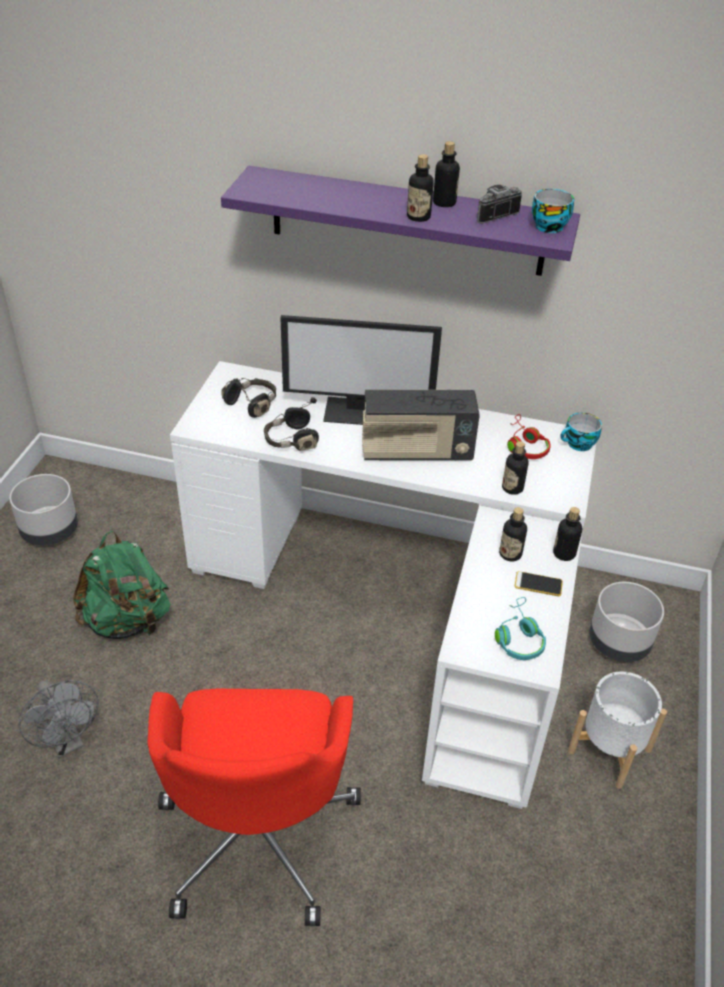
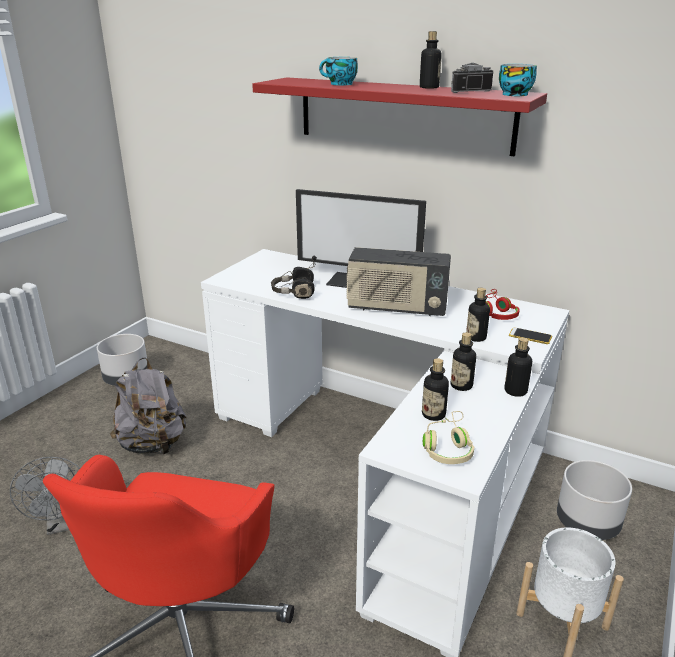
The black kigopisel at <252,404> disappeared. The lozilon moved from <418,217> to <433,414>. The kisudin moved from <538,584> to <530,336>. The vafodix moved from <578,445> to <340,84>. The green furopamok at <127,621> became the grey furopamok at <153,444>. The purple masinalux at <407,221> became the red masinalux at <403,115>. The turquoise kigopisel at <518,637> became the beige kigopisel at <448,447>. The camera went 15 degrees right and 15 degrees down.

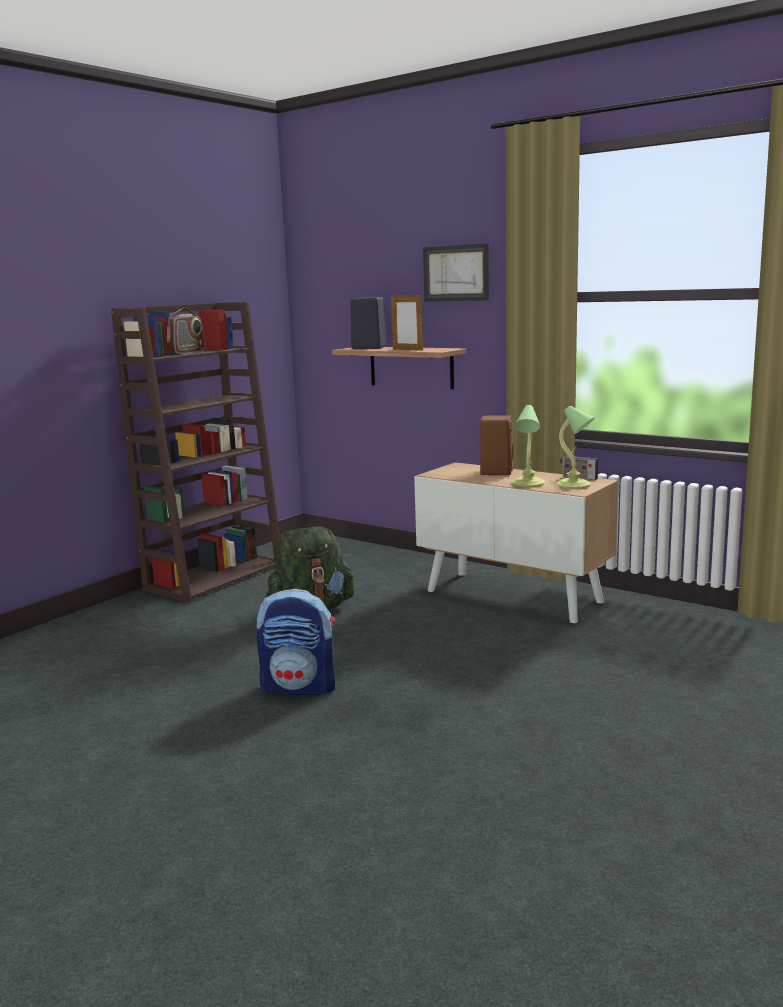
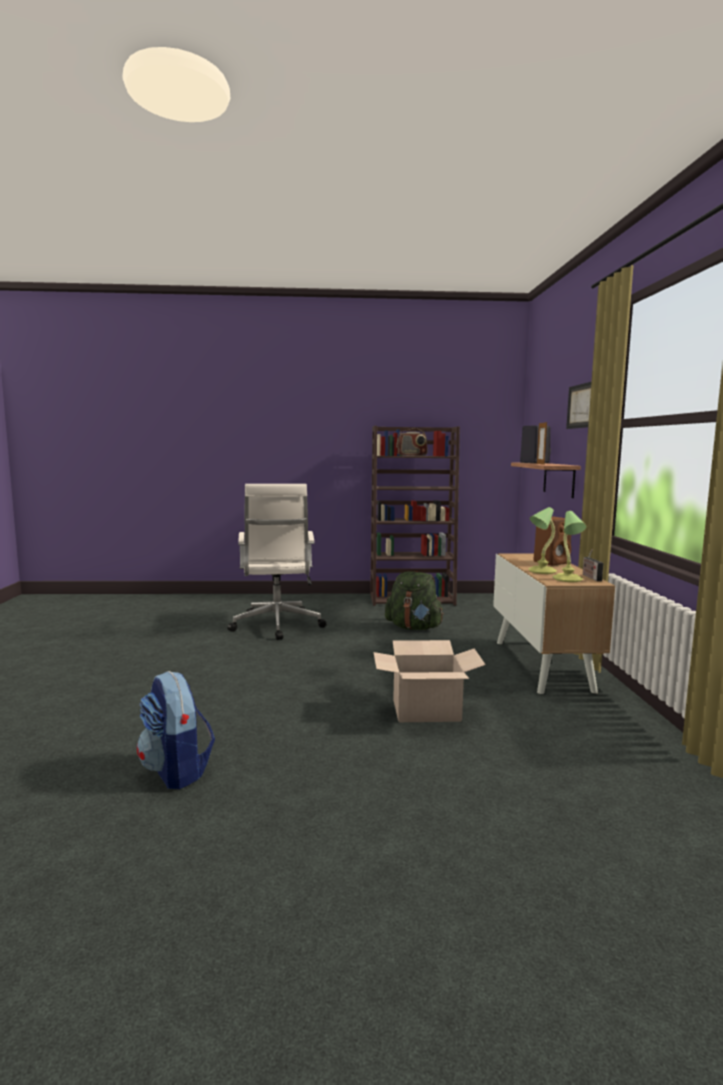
The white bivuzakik at <277,626> appeared. The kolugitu at <426,710> appeared. The furopamok moved from <300,687> to <176,771>. The camera went 50 degrees right and 5 degrees down.

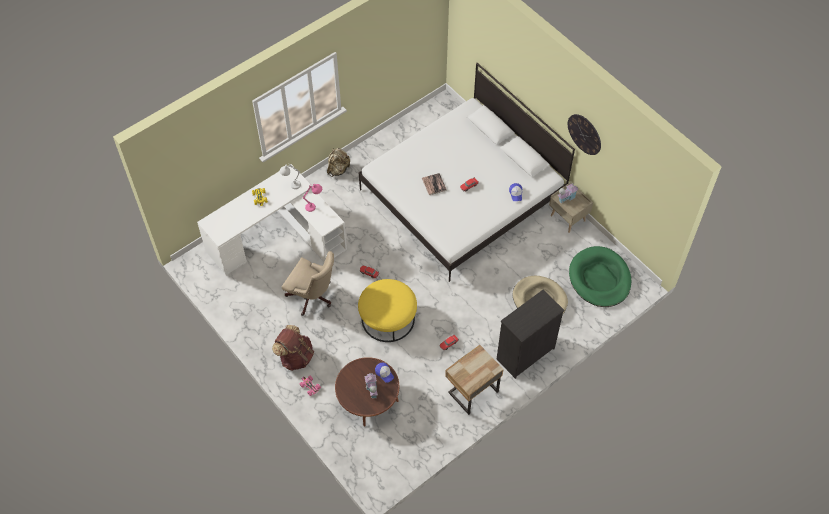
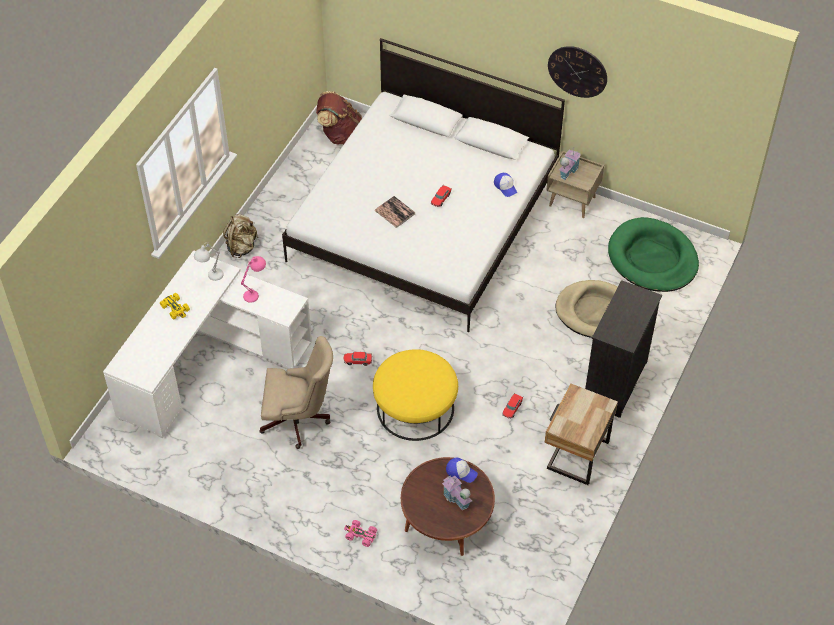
The brown furopamok moved from <295,357> to <339,134>. The camera went 25 degrees left and 5 degrees down.

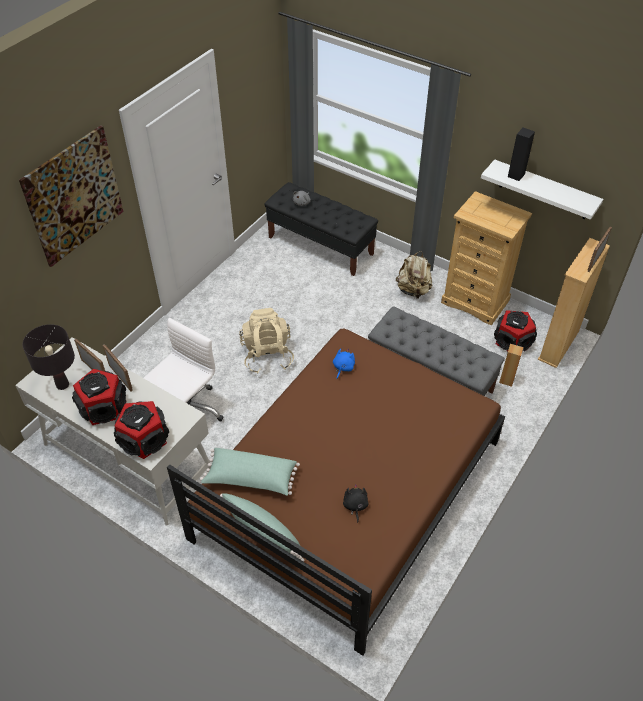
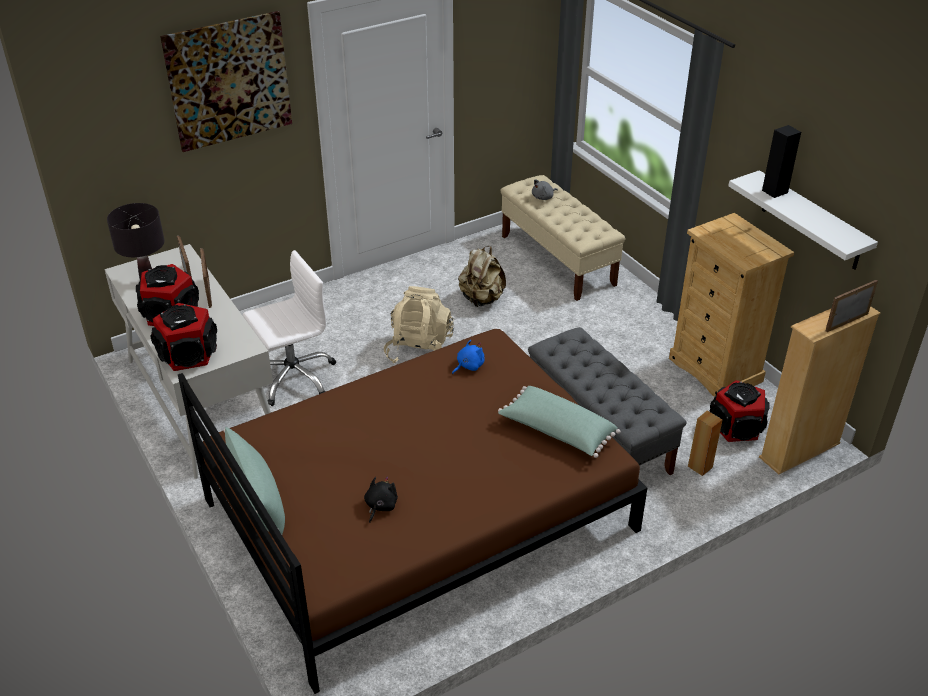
The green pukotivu moved from <250,478> to <557,432>. The beige furopamok moved from <413,290> to <481,299>. The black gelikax at <321,246> became the beige gelikax at <558,260>. The camera went 25 degrees right and 10 degrees down.

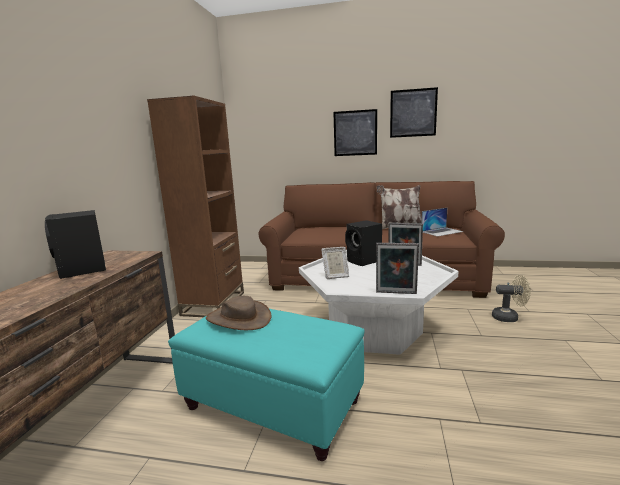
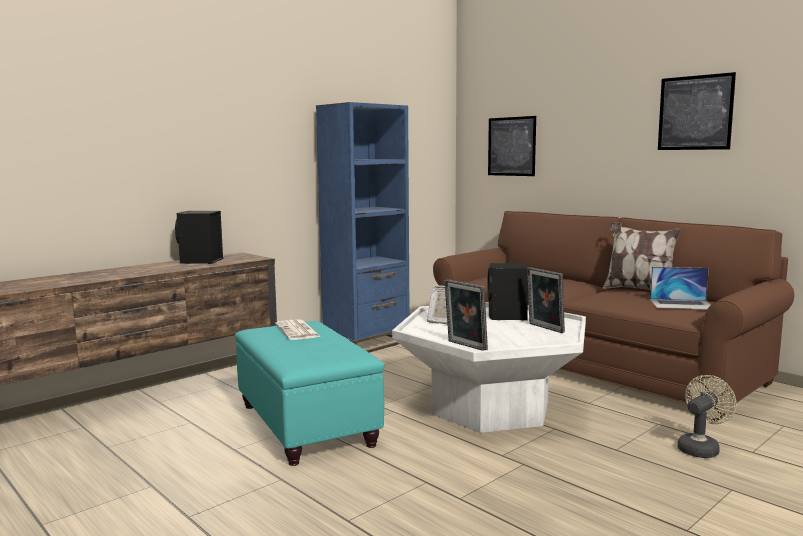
The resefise moved from <355,133> to <511,146>. The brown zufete at <239,318> was replaced by the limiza at <298,331>. The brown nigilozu at <214,303> became the blue nigilozu at <367,343>. The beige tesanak at <509,317> turned 90 degrees counterclockwise. The camera went 35 degrees right and 5 degrees down.

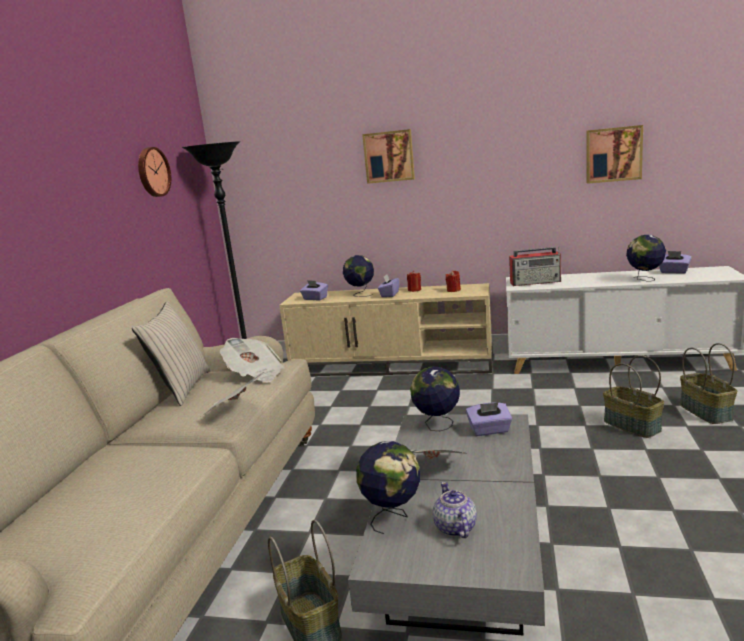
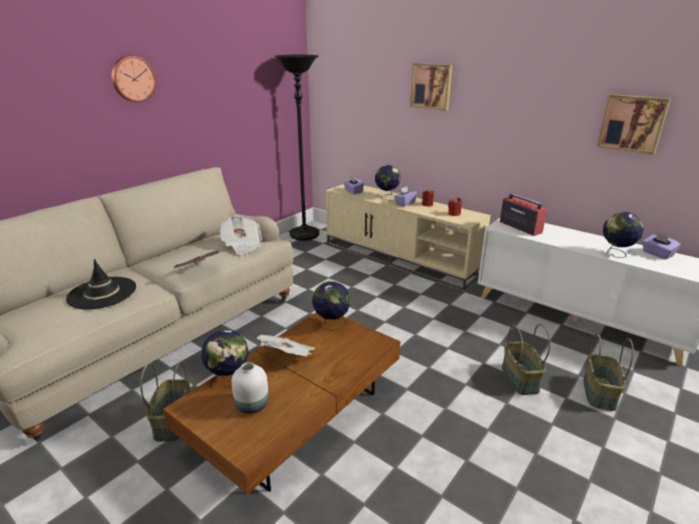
The beige pukotivu at <182,389> disappeared. The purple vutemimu at <489,430> disappeared. The black zufete at <102,293> appeared. The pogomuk moved from <152,172> to <133,79>. The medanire at <455,528> was replaced by the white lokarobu at <251,405>. The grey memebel at <459,548> became the brown memebel at <295,416>. The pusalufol at <536,282> turned 150 degrees counterclockwise. The camera went 25 degrees right and 10 degrees up.

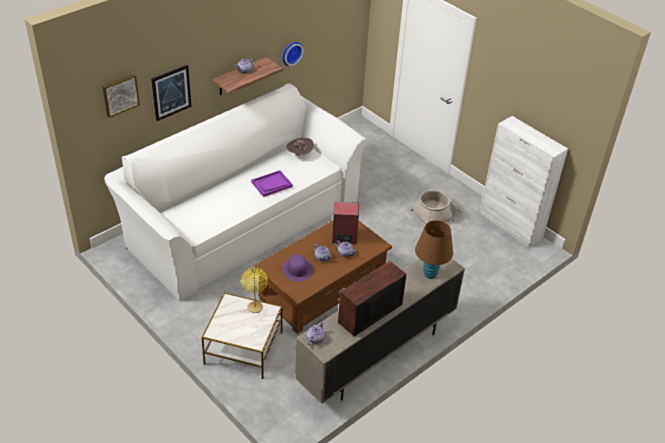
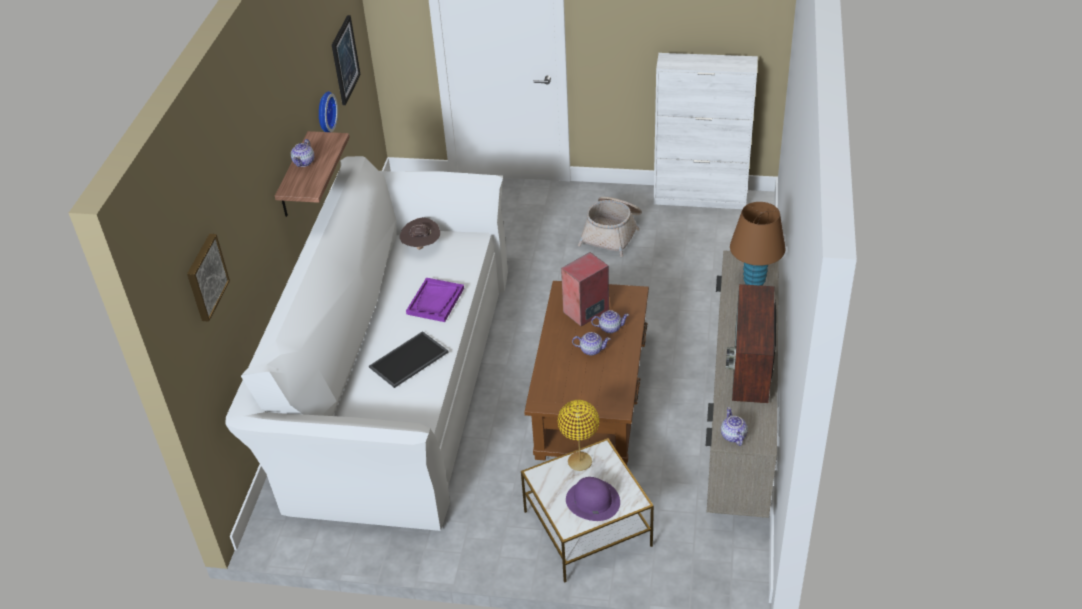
The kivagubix at <409,360> appeared. The resefise moved from <171,92> to <344,60>. The purple zufete moved from <297,269> to <592,501>. The camera went 35 degrees left and 0 degrees up.

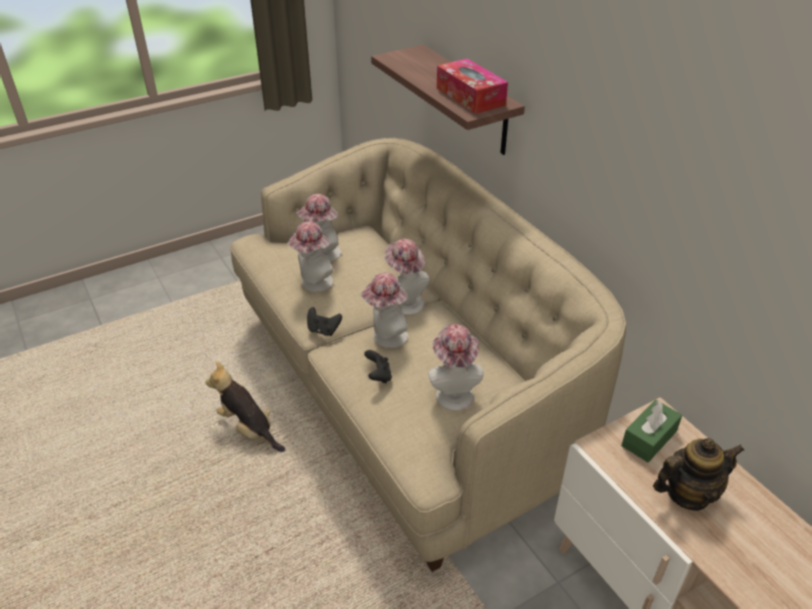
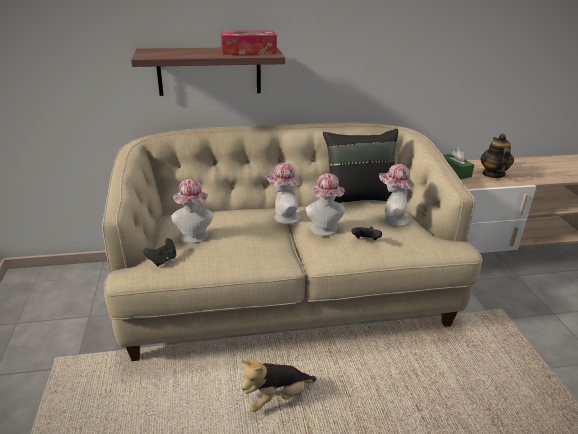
The zufete at <313,284> disappeared. The black pukotivu at <358,198> appeared. The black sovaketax moved from <323,330> to <163,260>. The camera went 70 degrees left and 10 degrees down.

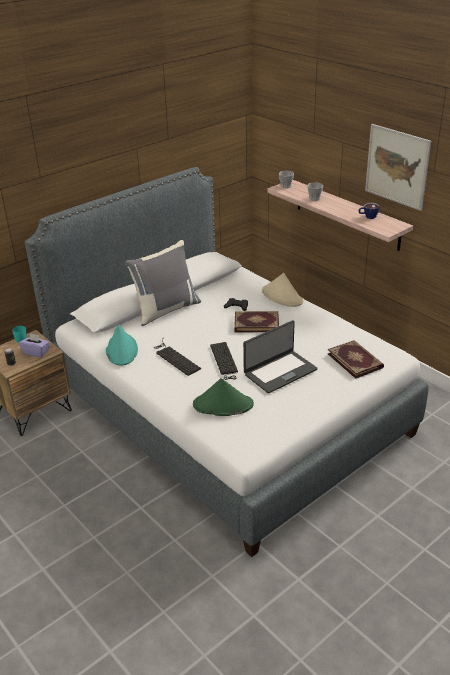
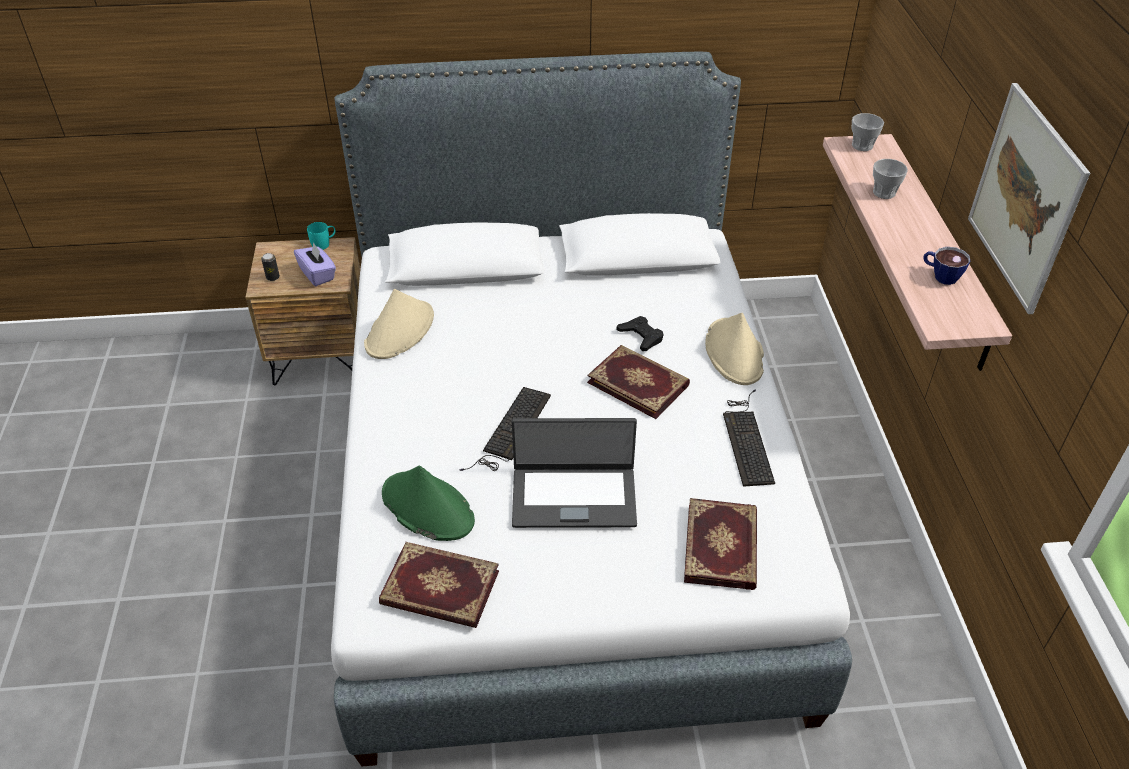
The grey pukotivu at <166,309> disappeared. The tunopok at <439,589> appeared. The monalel moved from <175,358> to <747,439>. The turquoise zufete at <121,350> became the beige zufete at <400,330>. The camera went 35 degrees right and 10 degrees up.

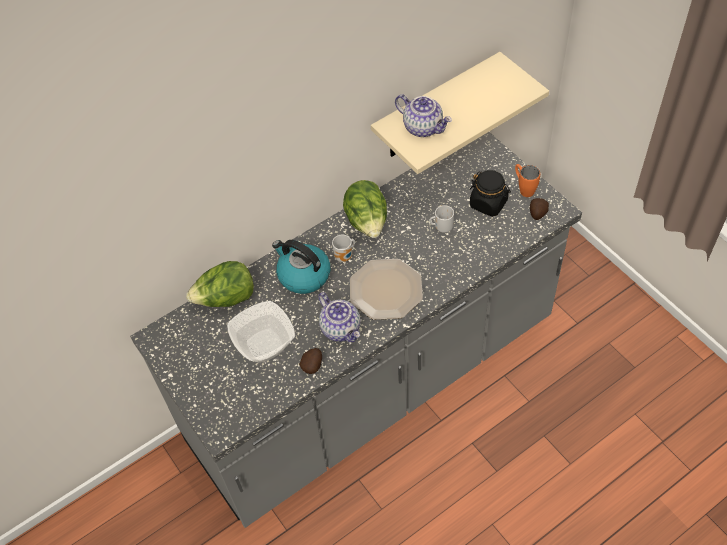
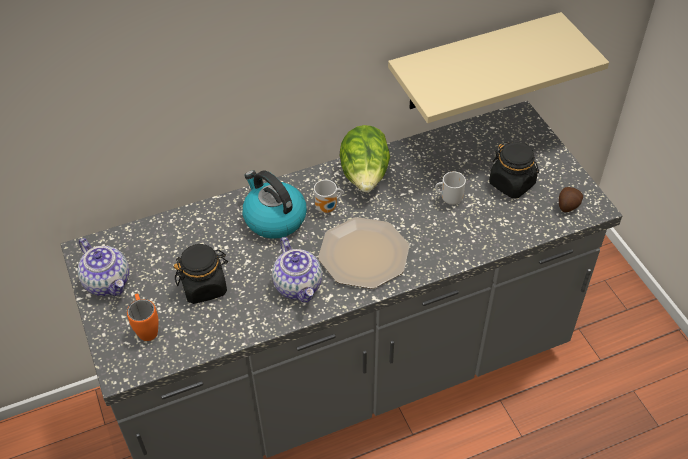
The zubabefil at <226,299> disappeared. The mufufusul at <313,365> disappeared. The medanire moved from <423,127> to <108,282>. The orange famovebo moved from <523,188> to <146,327>. The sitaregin at <264,346> was replaced by the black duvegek at <204,286>. The camera went 10 degrees right and 5 degrees down.

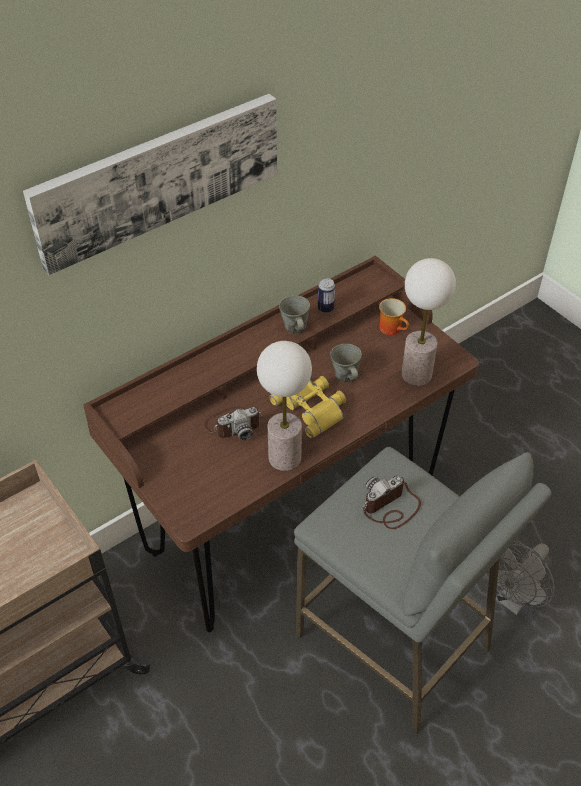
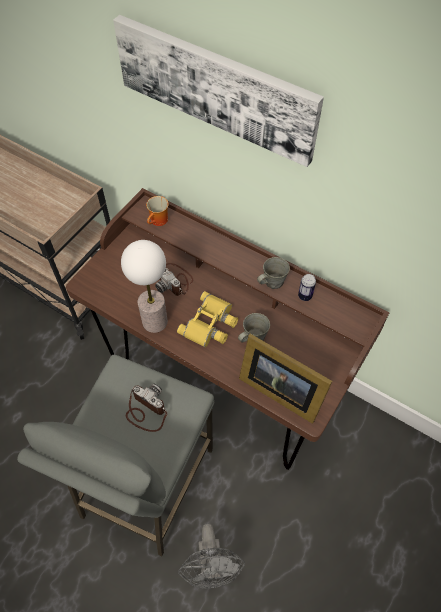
The famovebo moved from <393,328> to <159,221>. The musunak at <416,374> was replaced by the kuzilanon at <279,389>. The grey tesanak at <513,599> turned 120 degrees counterclockwise. The camera went 70 degrees right and 10 degrees up.

